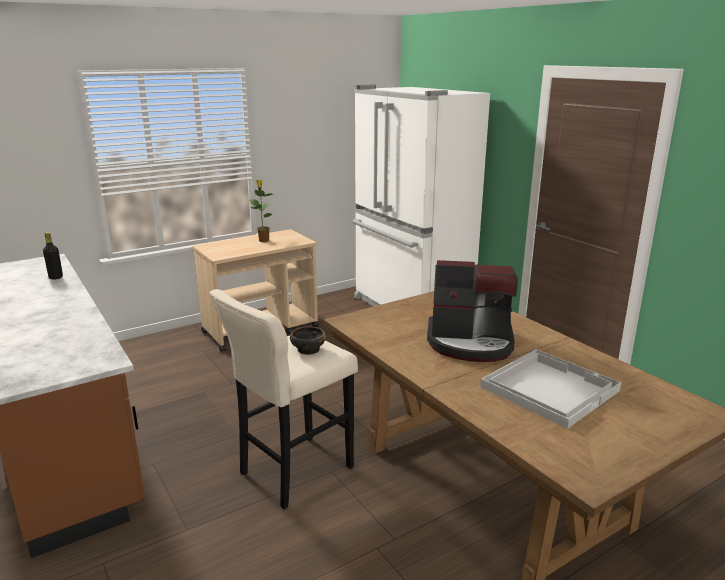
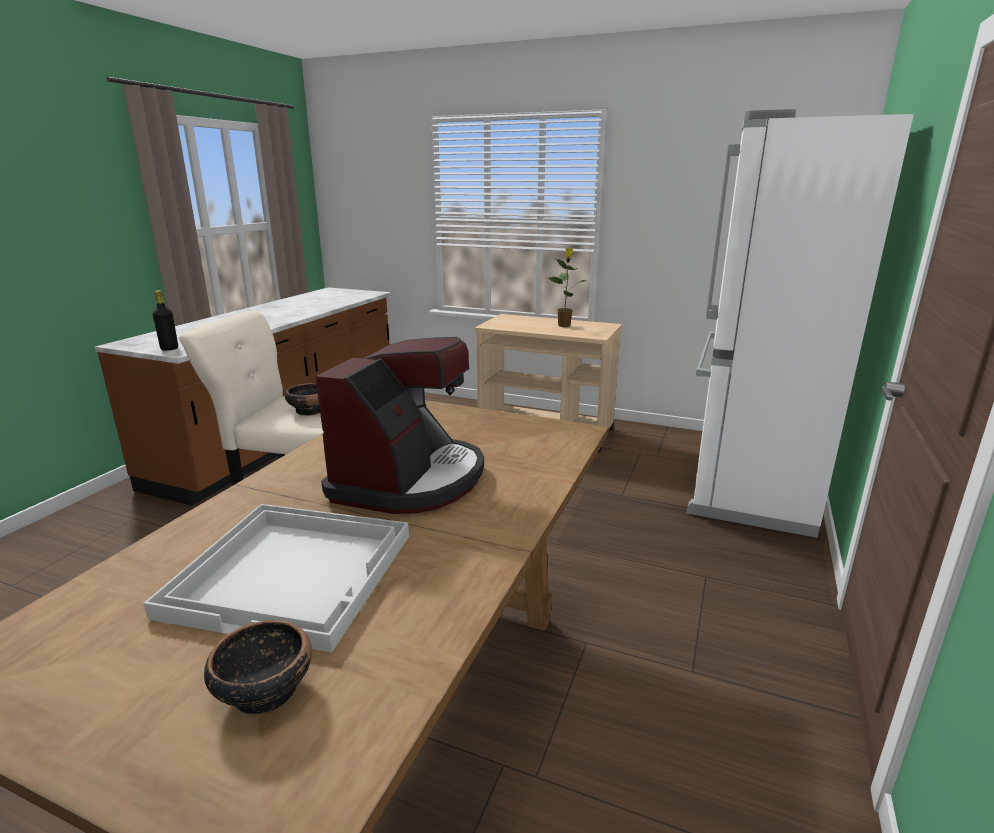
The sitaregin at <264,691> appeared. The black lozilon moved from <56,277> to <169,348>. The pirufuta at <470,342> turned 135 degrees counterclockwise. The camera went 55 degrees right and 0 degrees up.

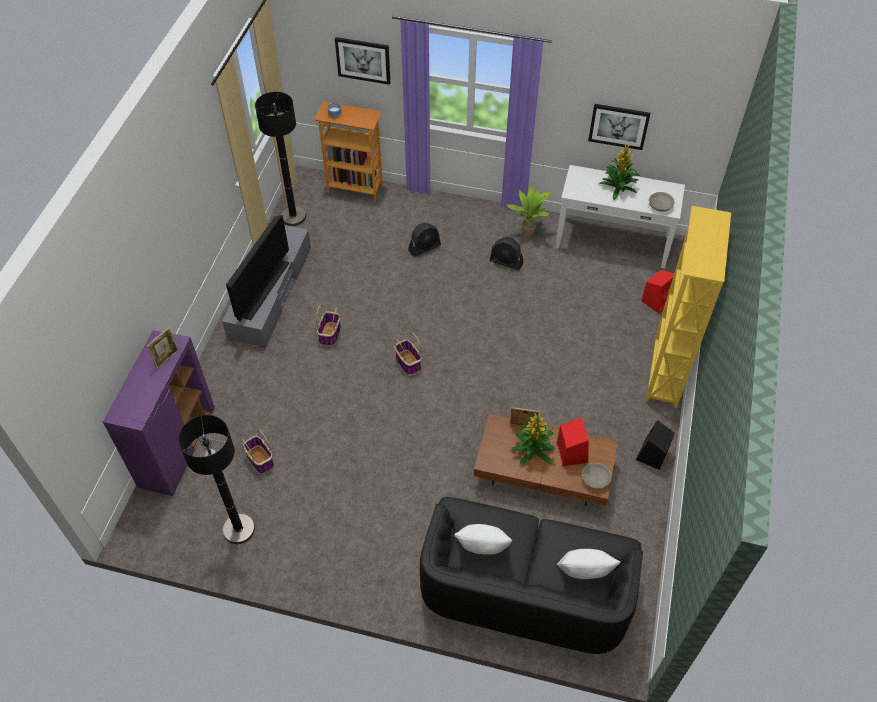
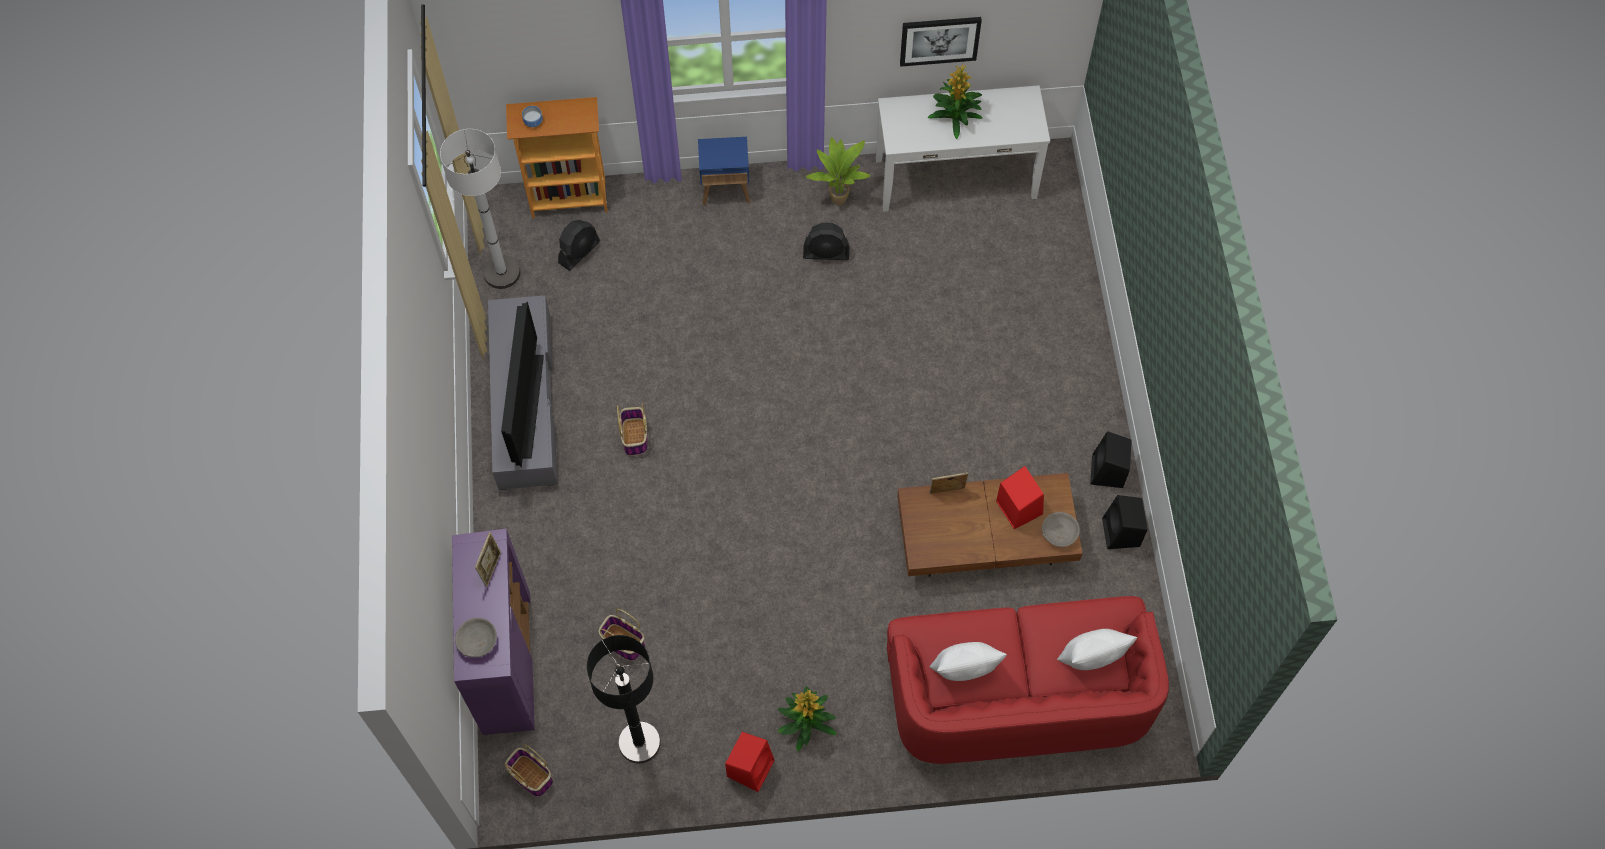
The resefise at <363,60> disappeared. The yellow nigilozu at <664,374> disappeared. The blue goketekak at <726,190> appeared. The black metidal at <1121,533> appeared. The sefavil moved from <407,362> to <530,776>. The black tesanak moved from <424,247> to <579,252>. The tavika moved from <532,450> to <806,722>. The red metidal moved from <657,300> to <751,767>. The grey sitaregin moved from <660,206> to <477,641>. The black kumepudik at <293,217> became the white kumepudik at <501,273>. The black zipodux at <525,589> became the red zipodux at <1018,694>. The camera went 20 degrees left and 10 degrees up.

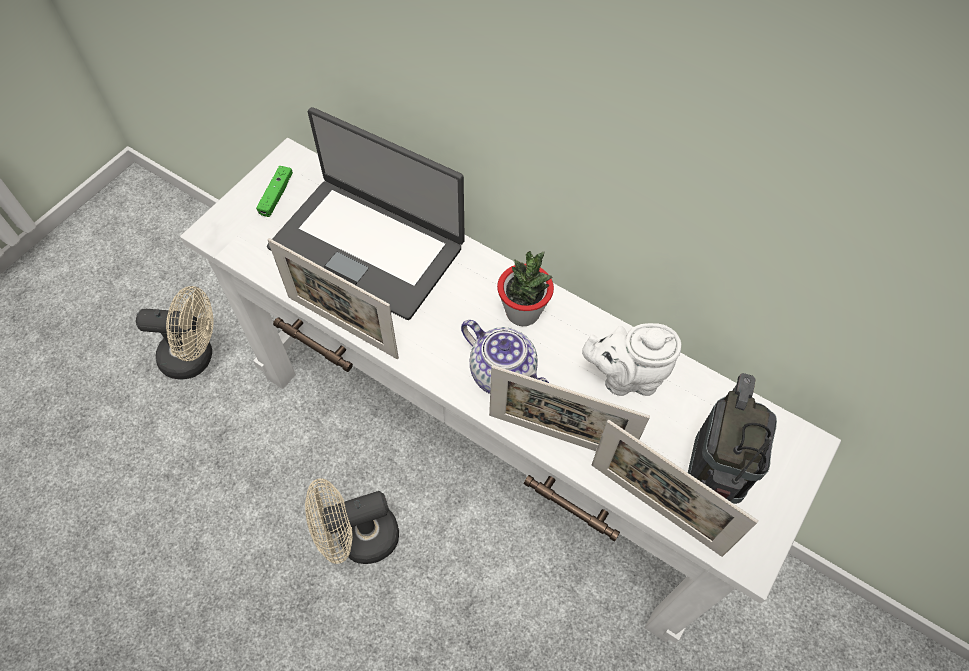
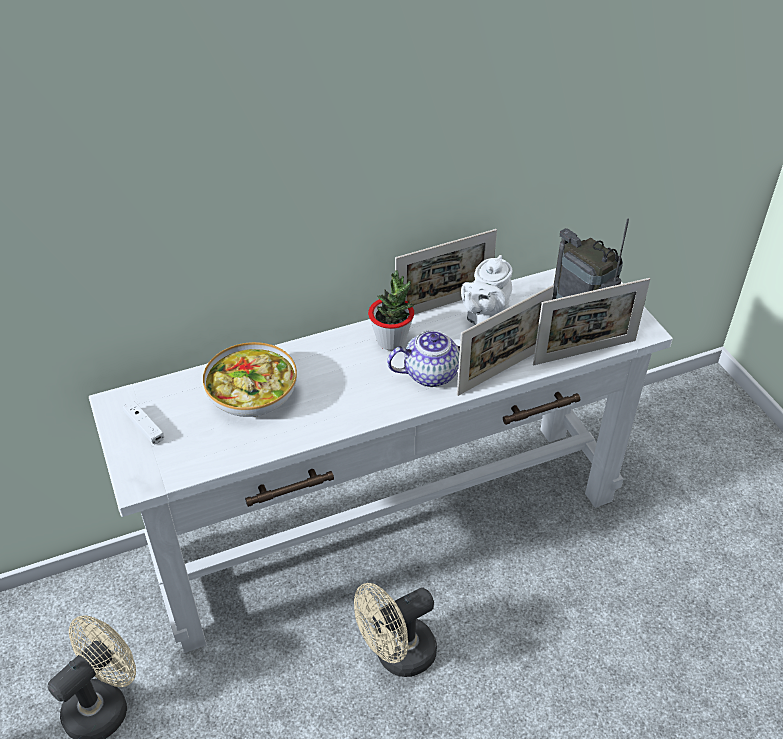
The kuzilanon moved from <342,327> to <443,305>. The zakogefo at <368,245> was replaced by the sitaregin at <253,394>. The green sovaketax at <276,195> became the white sovaketax at <144,427>. The beige tesanak at <358,538> turned 45 degrees clockwise. The camera went 55 degrees left and 15 degrees down.

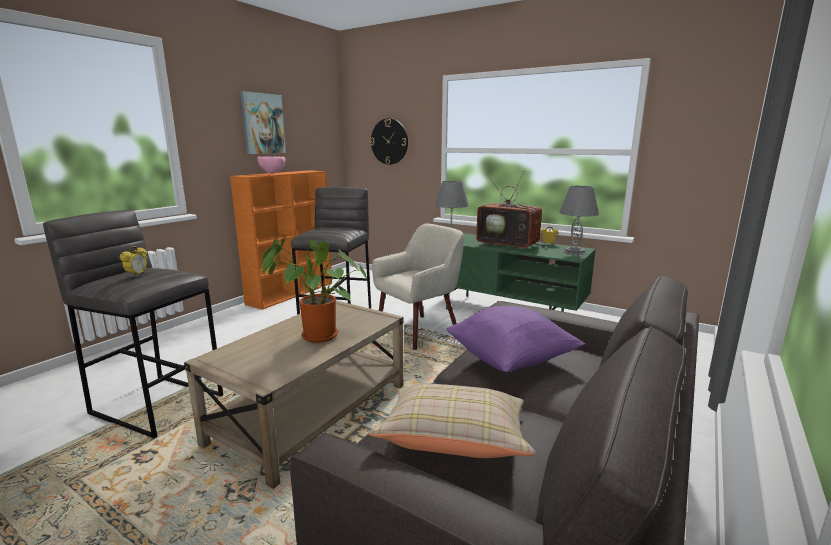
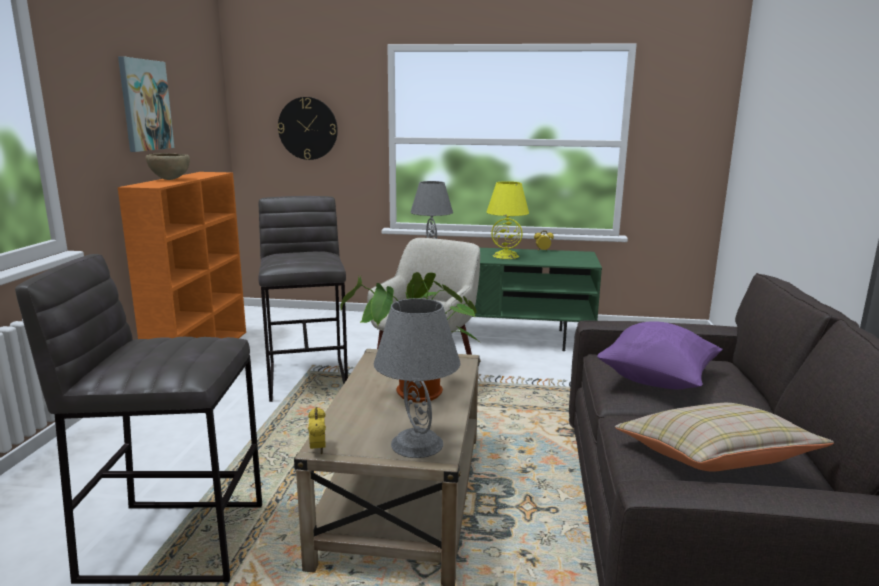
The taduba moved from <137,275> to <318,449>. The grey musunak moved from <575,252> to <418,444>. The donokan at <510,245> was replaced by the yellow musunak at <506,256>. The pink sitaregin at <272,173> became the brown sitaregin at <170,179>. The camera went 25 degrees left and 0 degrees up.

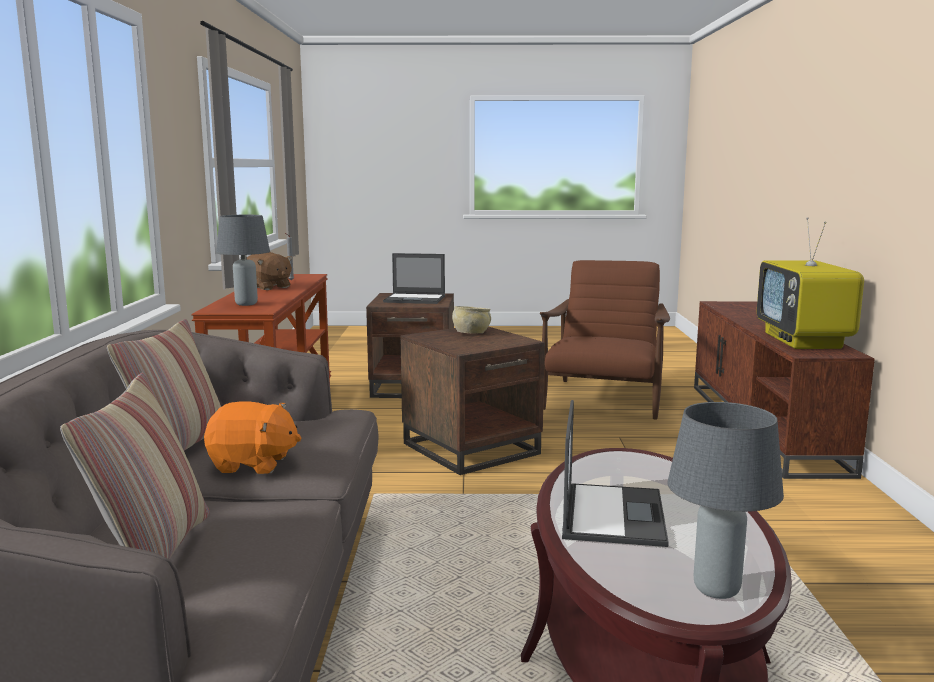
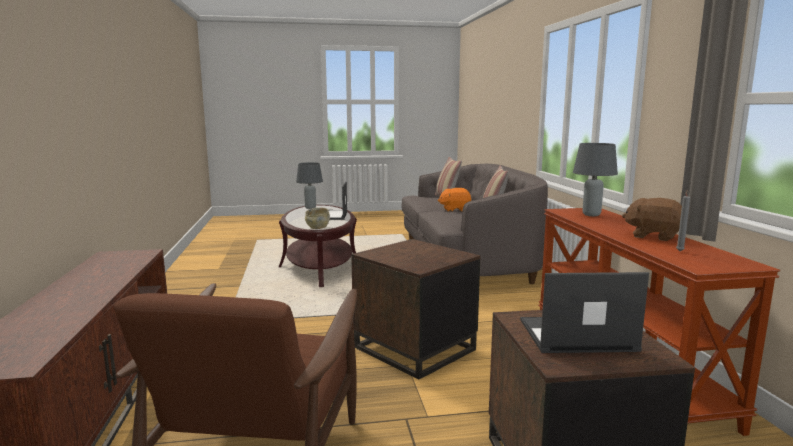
The donokan at <804,341> disappeared. The beige sitaregin moved from <471,333> to <317,227>. The camera went 170 degrees right and 0 degrees up.

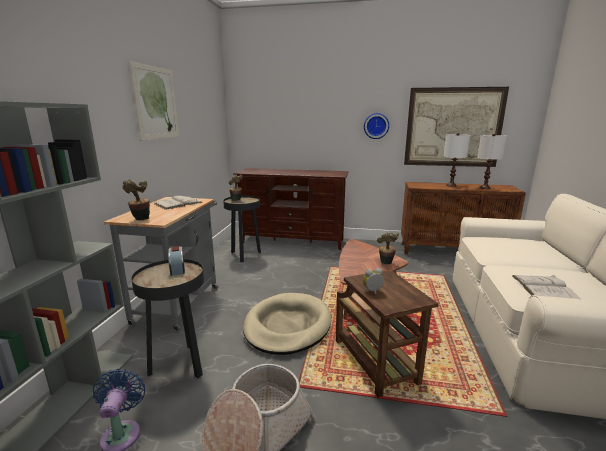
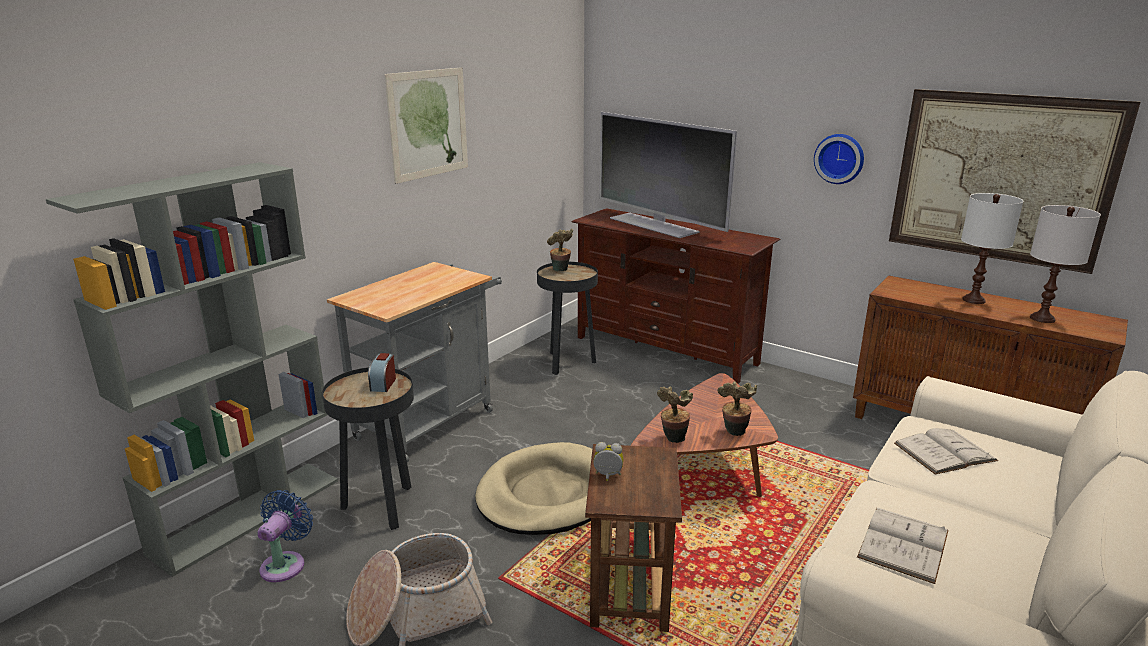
The donokan at <654,225> appeared. The tavika moved from <140,220> to <673,439>. The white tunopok moved from <178,203> to <944,452>. The camera went 25 degrees right and 5 degrees up.

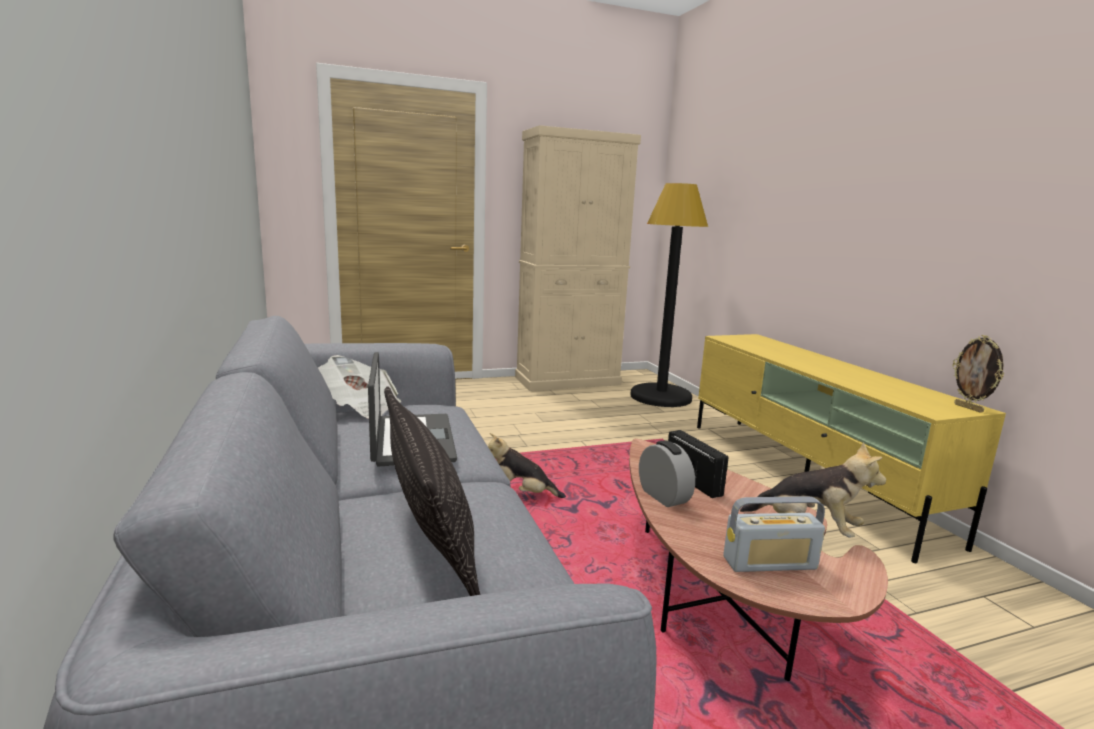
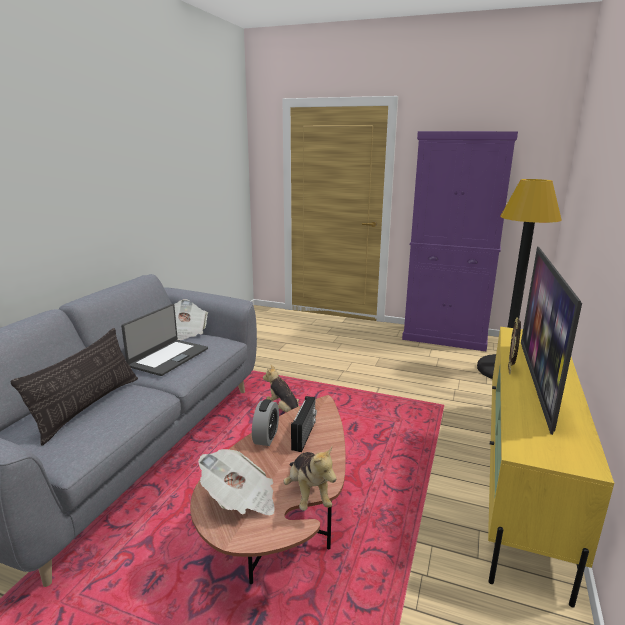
The donokan at <537,382> appeared. The kuzilanon moved from <969,408> to <510,370>. The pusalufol at <769,563> was replaced by the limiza at <240,499>. The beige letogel at <568,381> became the purple letogel at <445,338>. The camera went 40 degrees right and 5 degrees up.

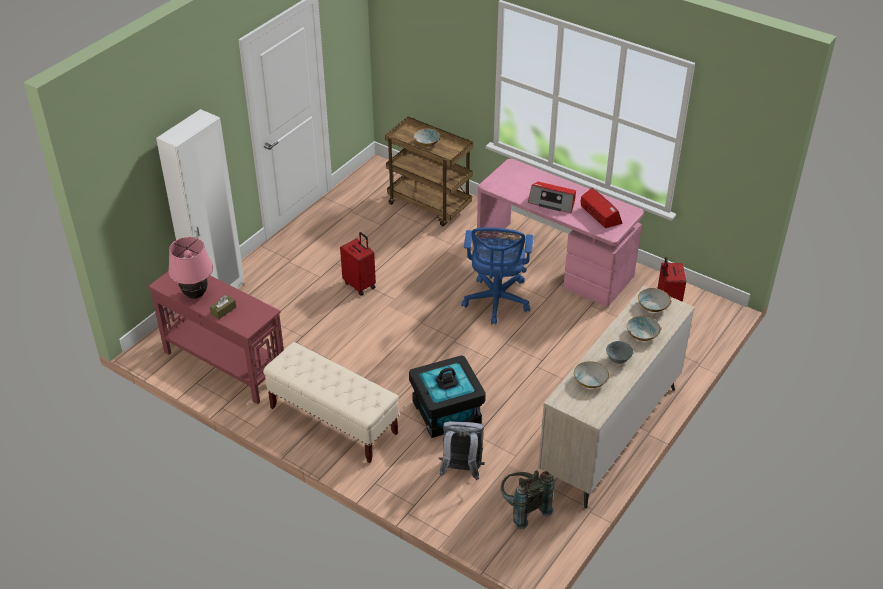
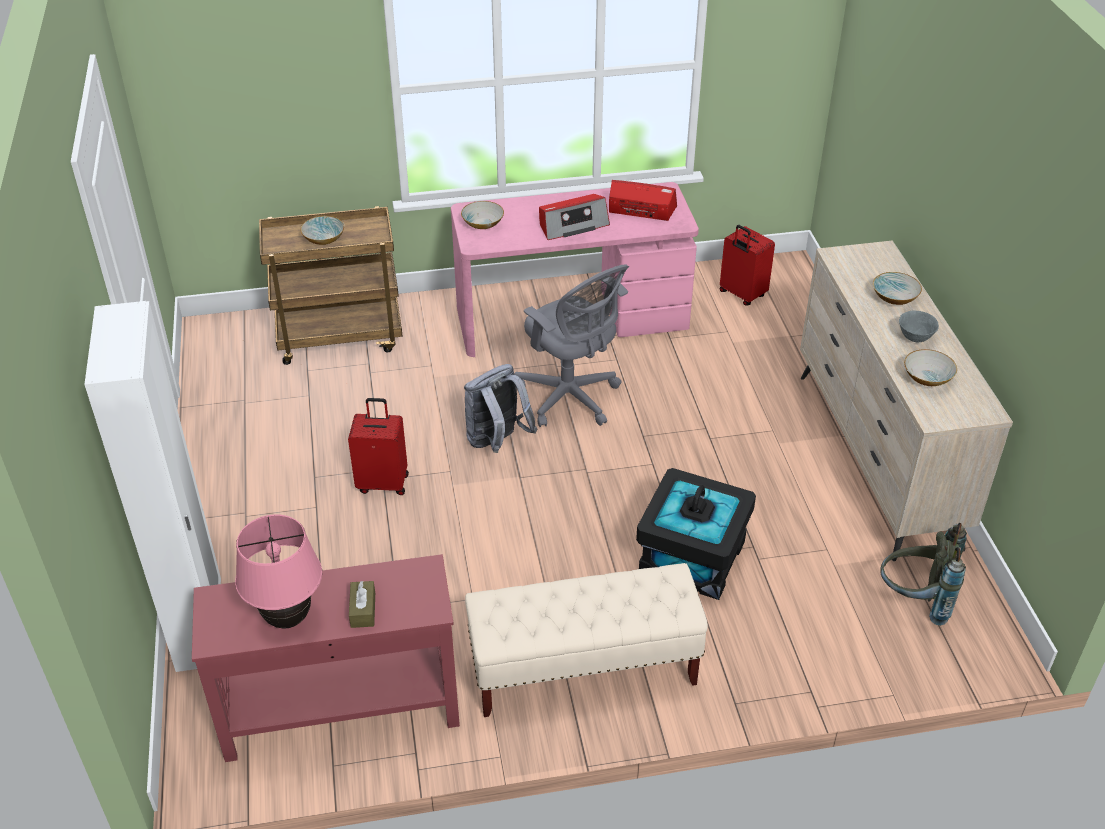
The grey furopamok moved from <461,470> to <497,442>. The sitaregin moved from <652,306> to <482,224>. The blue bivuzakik at <496,302> became the grey bivuzakik at <570,398>. The camera went 45 degrees left and 0 degrees up.

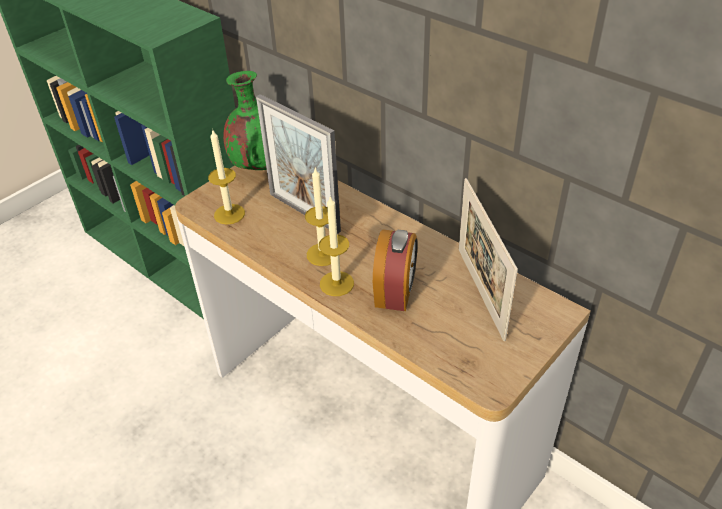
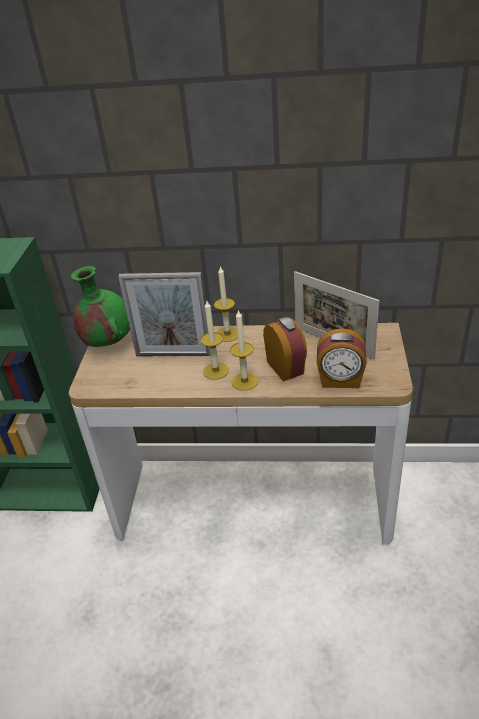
The taduba at <340,380> appeared. The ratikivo moved from <229,214> to <227,334>. The camera went 35 degrees left and 5 degrees down.

